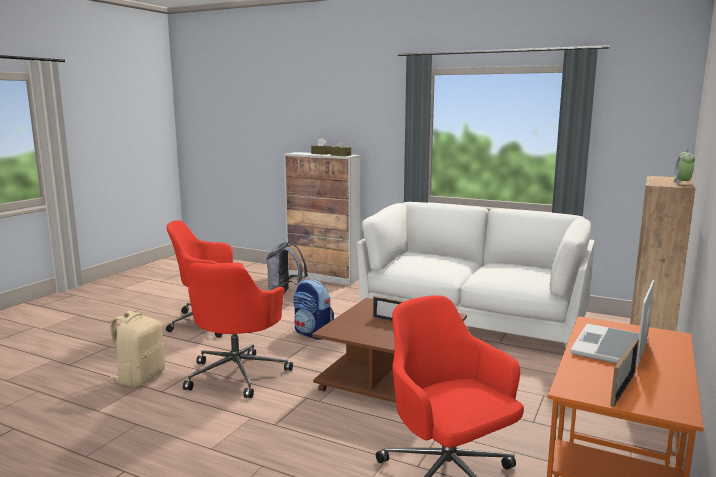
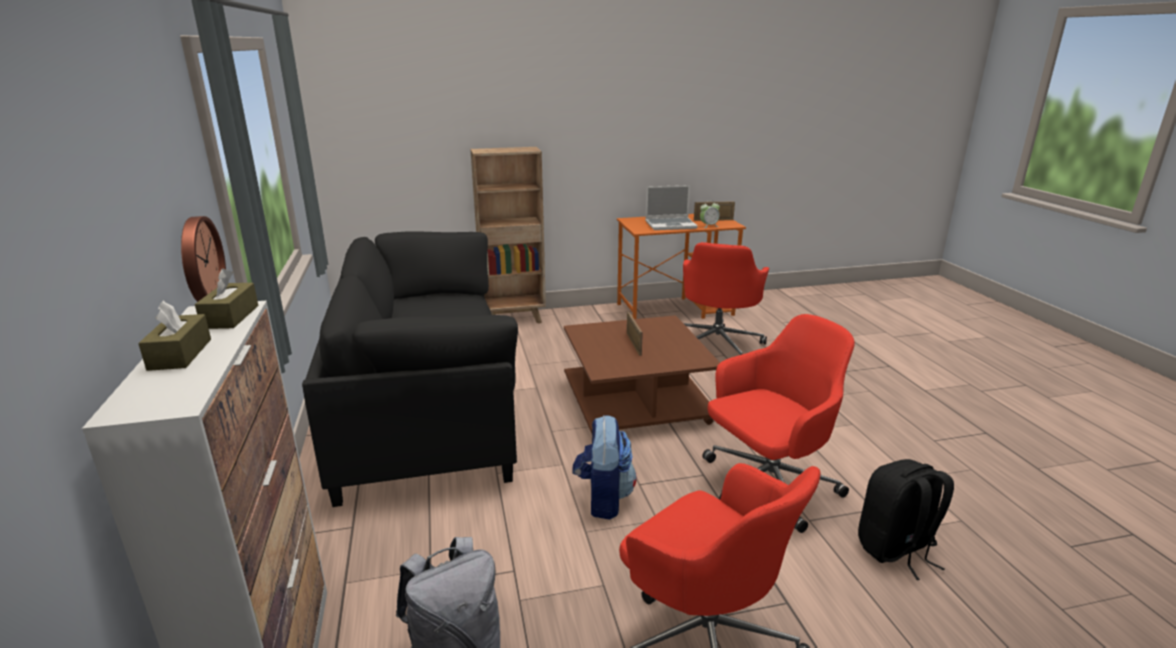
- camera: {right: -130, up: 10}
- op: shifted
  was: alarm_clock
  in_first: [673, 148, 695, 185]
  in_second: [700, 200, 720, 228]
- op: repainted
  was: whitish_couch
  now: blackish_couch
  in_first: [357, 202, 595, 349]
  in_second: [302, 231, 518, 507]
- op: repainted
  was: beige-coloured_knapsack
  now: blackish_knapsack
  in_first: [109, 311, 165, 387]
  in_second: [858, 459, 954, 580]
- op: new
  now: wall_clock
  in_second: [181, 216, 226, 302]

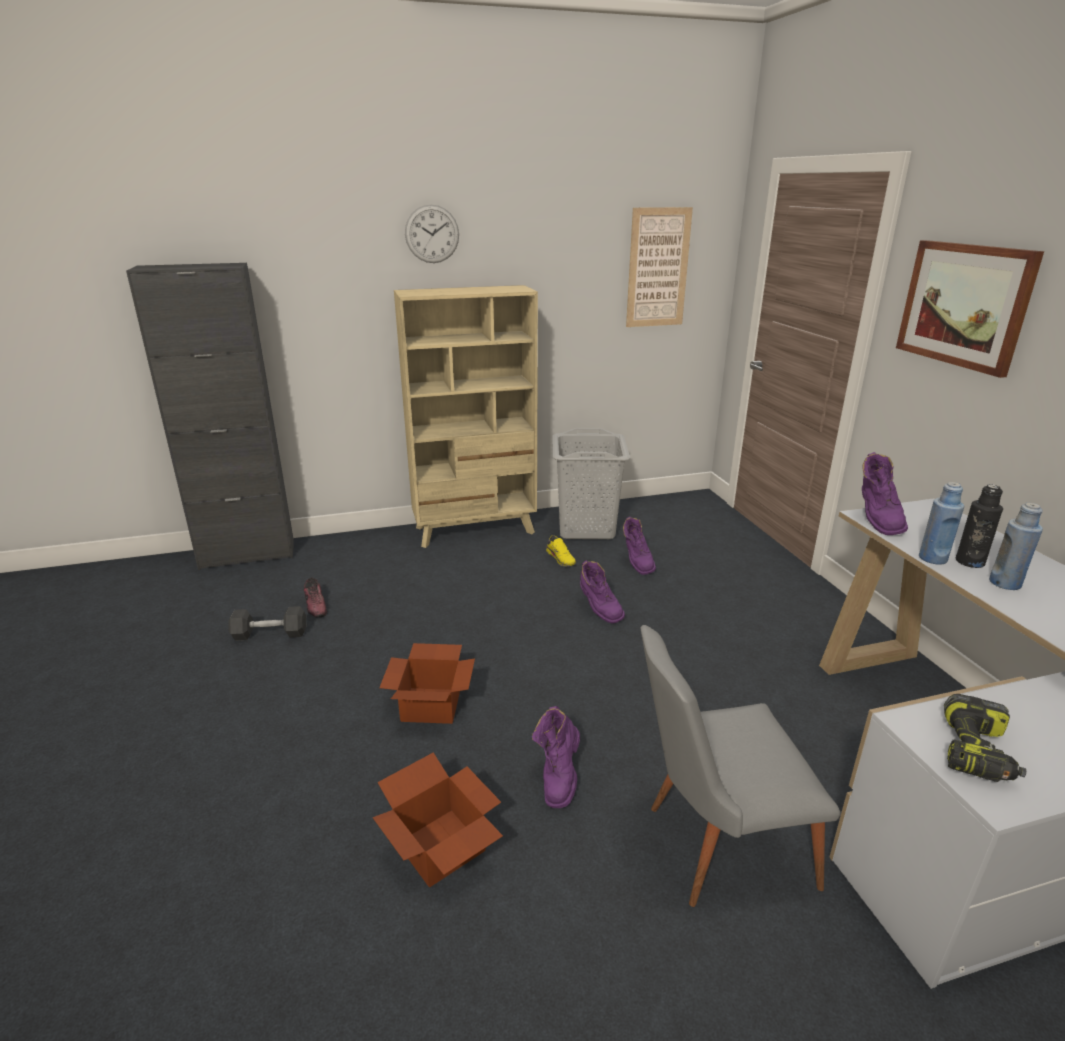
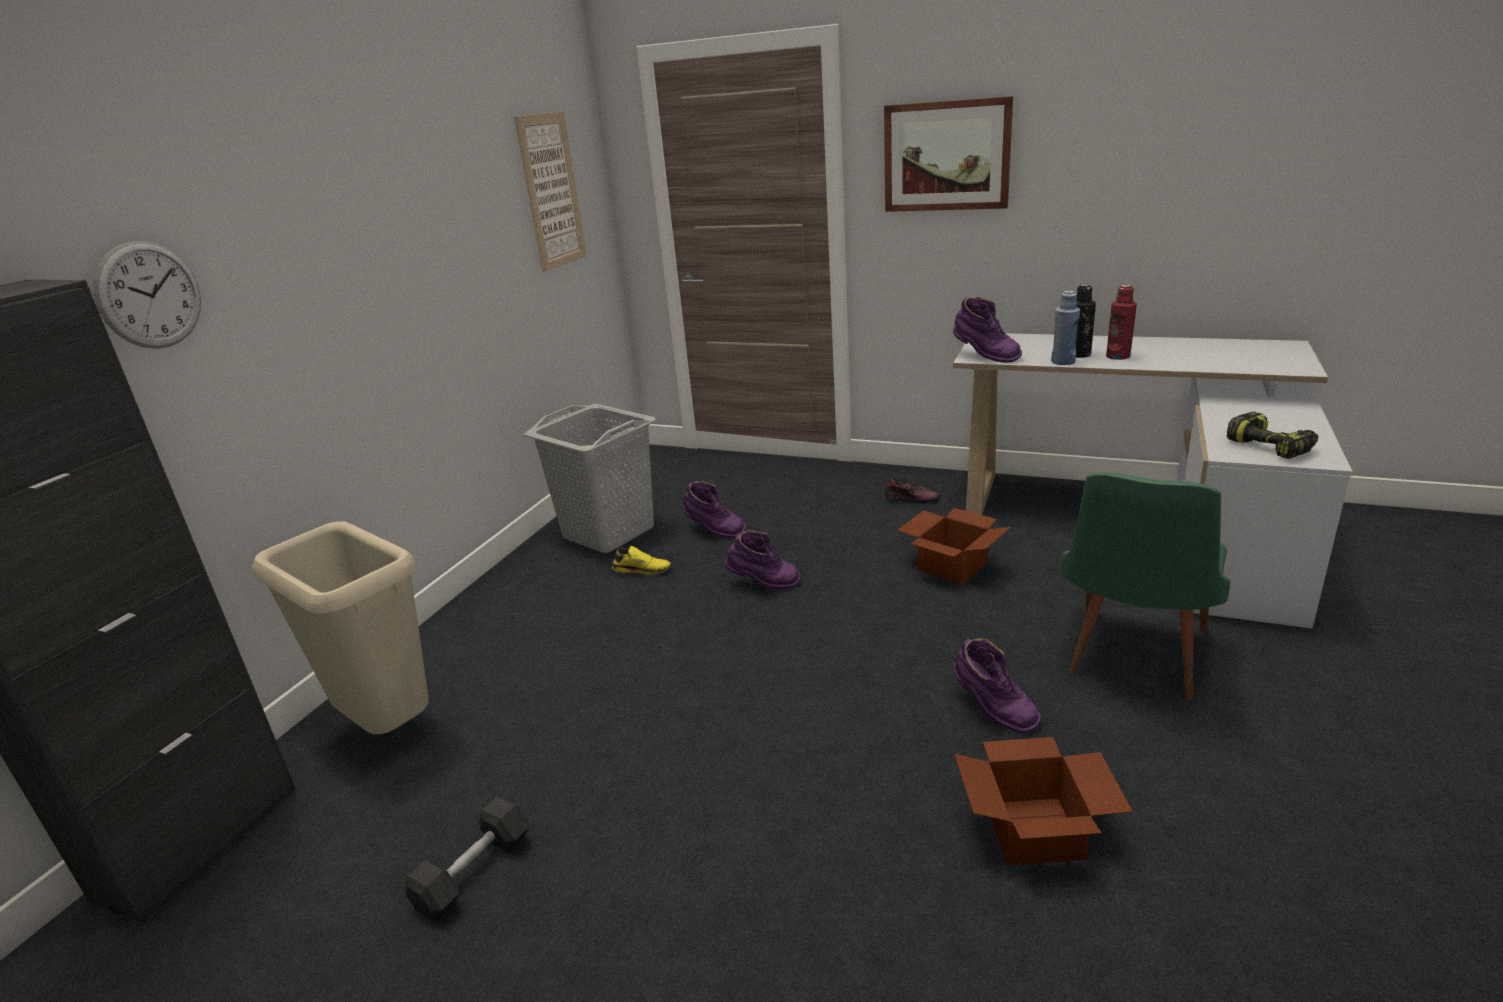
- camera: {right: -50, up: 0}
- op: shifted
  was: wall_clock
  in_first: [405, 204, 459, 263]
  in_second: [94, 241, 201, 349]
- op: gone
  was: beige-coloured_shelving_unit
  in_first: [394, 285, 538, 548]
- op: repainted
  was: bluish_bottle
  now: red_bottle
  in_first: [989, 503, 1043, 590]
  in_second: [1106, 285, 1137, 360]
- op: shifted
  was: shoe
  in_first: [304, 577, 327, 618]
  in_second: [885, 477, 940, 504]
- op: repainted
  was: greyish_upright_chair
  now: greenish_upright_chair
  in_first: [641, 625, 840, 907]
  in_second: [1061, 472, 1230, 701]
- op: shifted
  was: packing_box
  in_first: [379, 643, 475, 724]
  in_second: [898, 508, 1011, 585]
- op: new
  now: beige-coloured_waste_bin
  in_second: [252, 521, 429, 734]

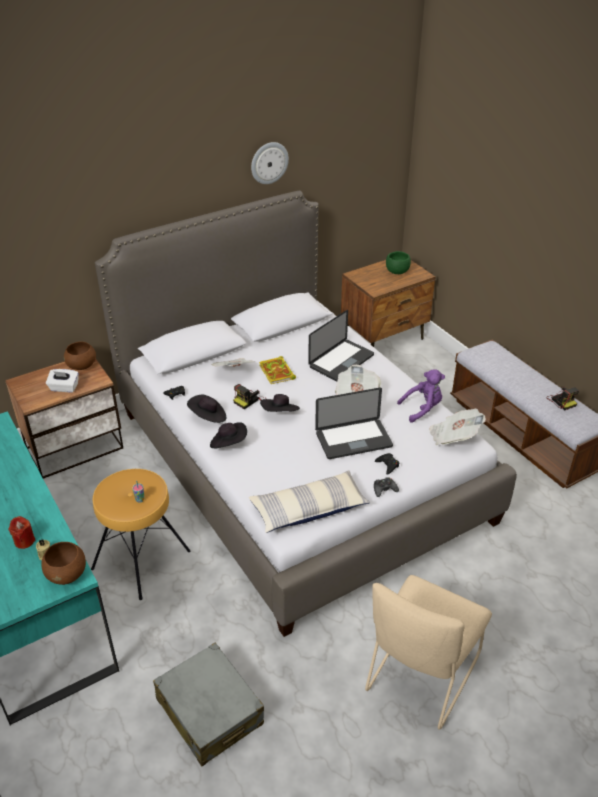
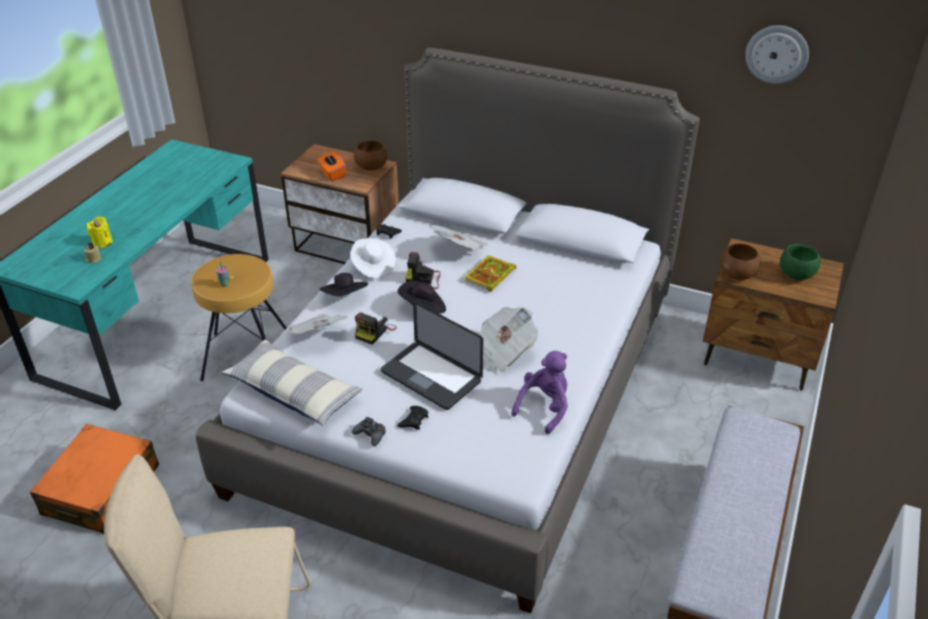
- camera: {right: 55, up: 0}
- op: shifted
  was: wall_clock
  in_first: [251, 142, 289, 184]
  in_second: [746, 25, 809, 84]
- op: gone
  was: notebook_computer
  in_first: [308, 310, 374, 381]
- op: repainted
  was: whitish_tissue_holder
  now: orange_tissue_holder
  in_first: [46, 369, 79, 392]
  in_second: [317, 151, 346, 181]
- op: rotated
  was: purple_cuddly_toy
  in_first: [397, 369, 445, 423]
  in_second: [511, 351, 568, 434]
  clockwise: -90
- op: shifted
  was: still_camera
  in_first: [546, 387, 579, 410]
  in_second: [355, 312, 397, 345]
- op: repainted
  was: blackish_clothing_hat
  now: whitish_clothing_hat
  in_first: [187, 395, 226, 423]
  in_second: [350, 238, 396, 279]
- op: shifted
  was: printed_paper
  in_first: [429, 409, 486, 445]
  in_second: [288, 314, 347, 334]
- op: repainted
  was: red_wax_candle
  now: yellowish_wax_candle
  in_first: [8, 516, 36, 549]
  in_second: [87, 216, 112, 248]
- op: shifted
  was: brown_serving_bowl
  in_first: [41, 542, 86, 585]
  in_second: [720, 243, 761, 280]
- op: repainted
  was: greyish_travel_case
  now: orange_travel_case
  in_first: [153, 642, 264, 766]
  in_second: [30, 424, 159, 534]

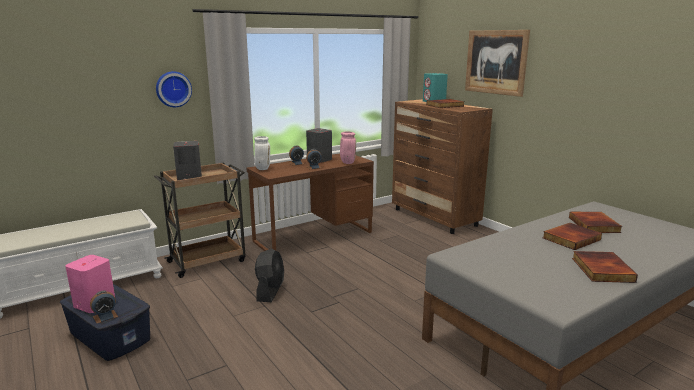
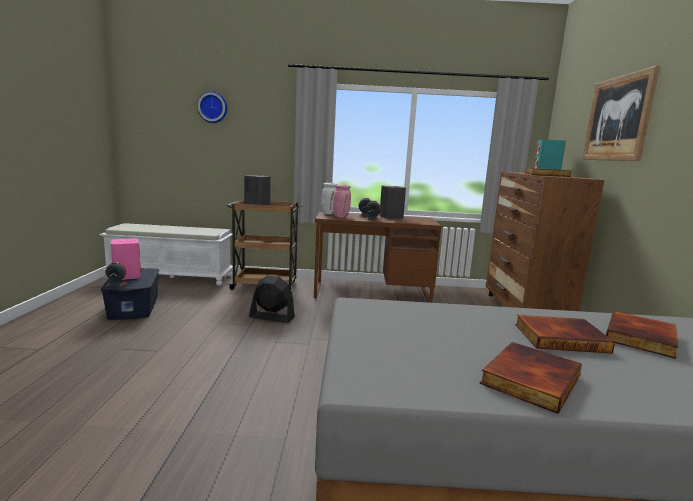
- camera: {right: 35, up: -5}
- op: shifted
  was: wall_clock
  in_first: [156, 71, 192, 107]
  in_second: [197, 91, 227, 123]
- op: shifted
  was: pink_flower_vase
  in_first: [340, 131, 356, 164]
  in_second: [333, 185, 351, 218]
- op: rotated
  was: blackish_fan
  in_first: [255, 249, 284, 302]
  in_second: [249, 275, 295, 323]
  clockwise: -120

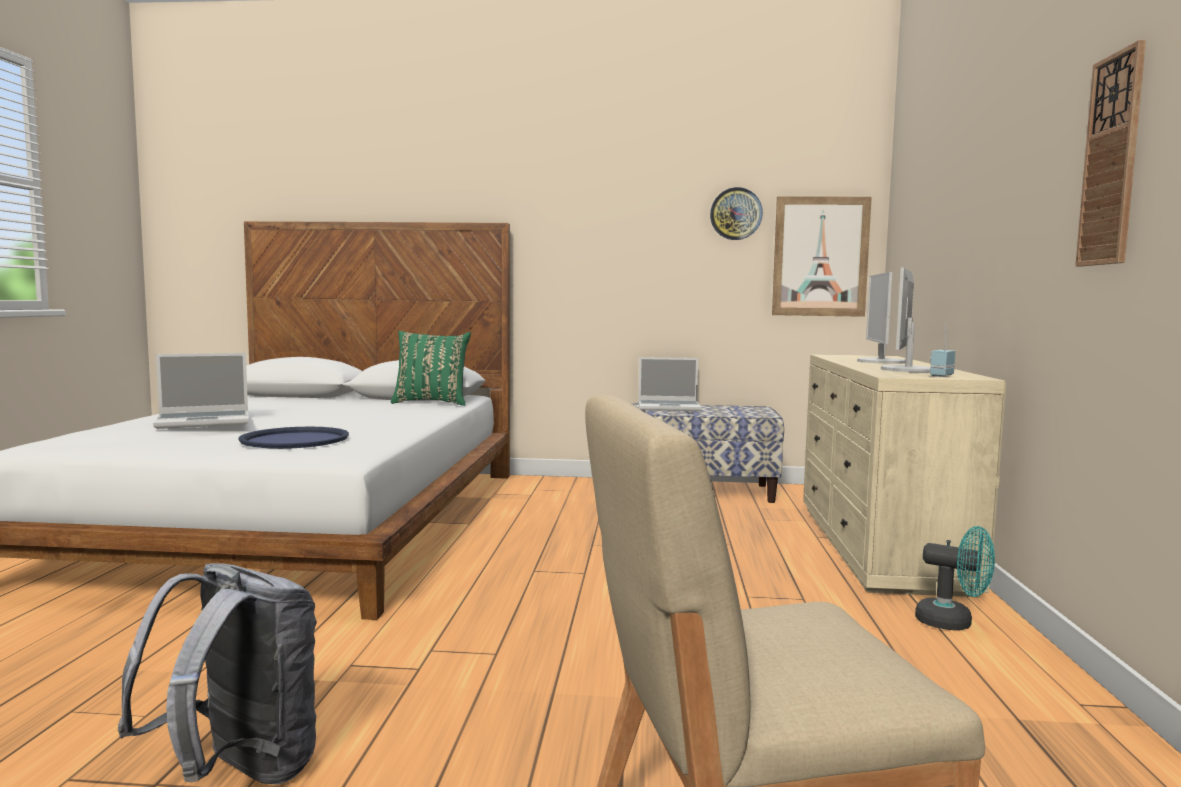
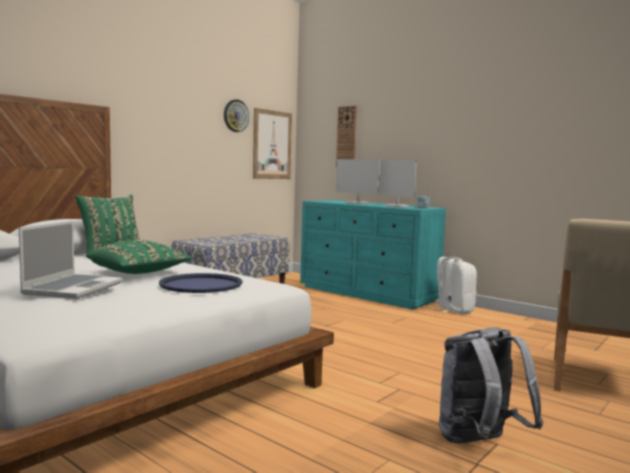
- camera: {right: -55, up: 0}
- op: shifted
  was: wall_clock
  in_first: [1075, 40, 1146, 266]
  in_second: [336, 105, 357, 167]
- op: repainted
  was: beige-coloured_dresser
  now: blue-green_dresser
  in_first: [803, 354, 1006, 597]
  in_second: [300, 200, 446, 309]
- op: gone
  was: notebook_computer
  in_first: [638, 357, 702, 411]
- op: swapped
  was: blue-green_fan
  now: whitish_knapsack
  in_first: [915, 526, 995, 631]
  in_second: [436, 257, 477, 314]
- op: new
  now: greenish_pillow
  in_second: [86, 240, 192, 274]

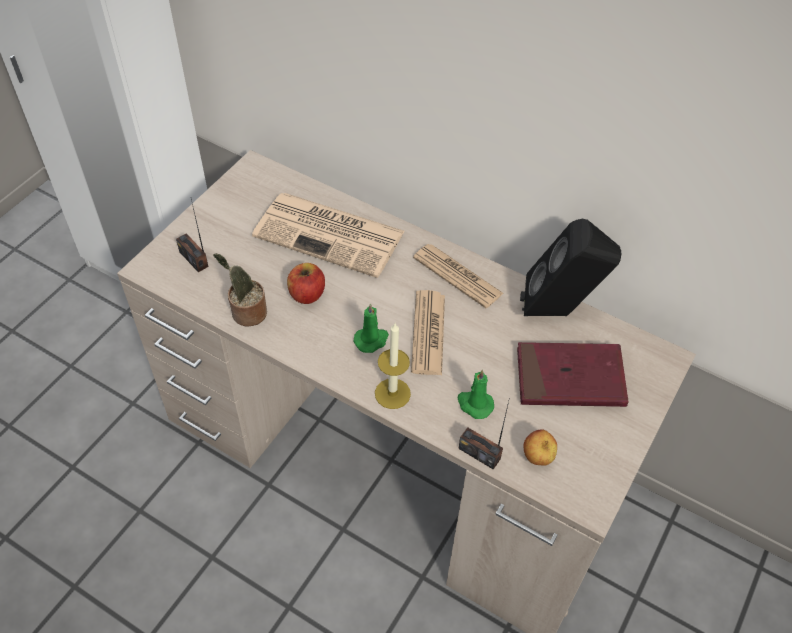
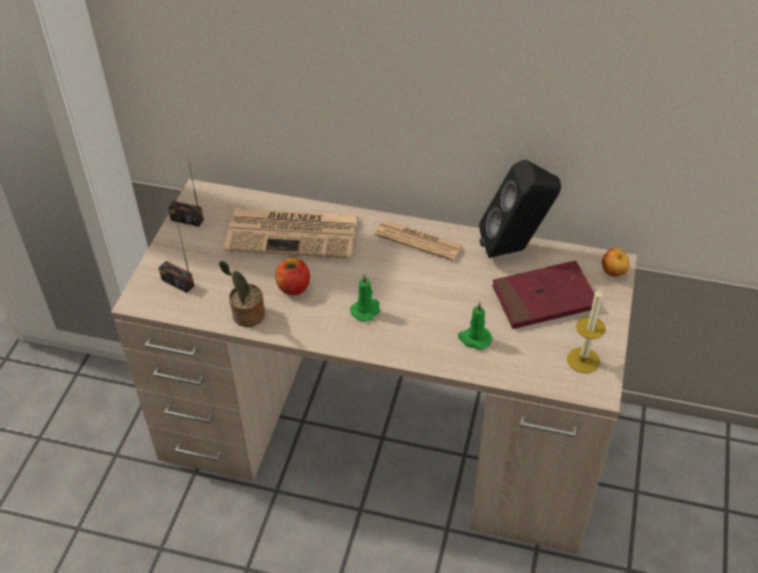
- camera: {right: -15, up: -5}
- op: gone
  was: printed_paper
  in_first: [411, 290, 445, 375]
- op: shifted
  was: wax_candle
  in_first: [375, 323, 411, 409]
  in_second: [567, 289, 606, 373]
- op: shifted
  was: radio_set
  in_first: [458, 397, 510, 469]
  in_second: [168, 154, 204, 227]
- op: shifted
  was: apple_fruit
  in_first: [524, 429, 557, 466]
  in_second: [602, 248, 630, 277]

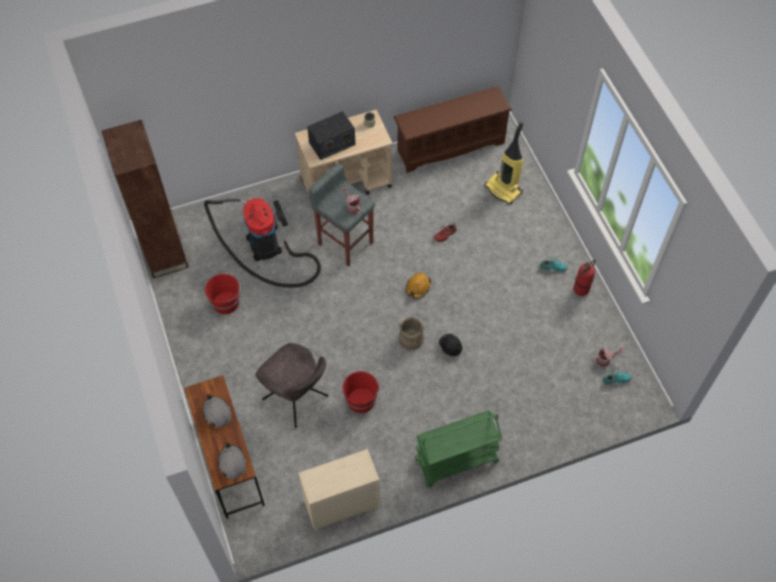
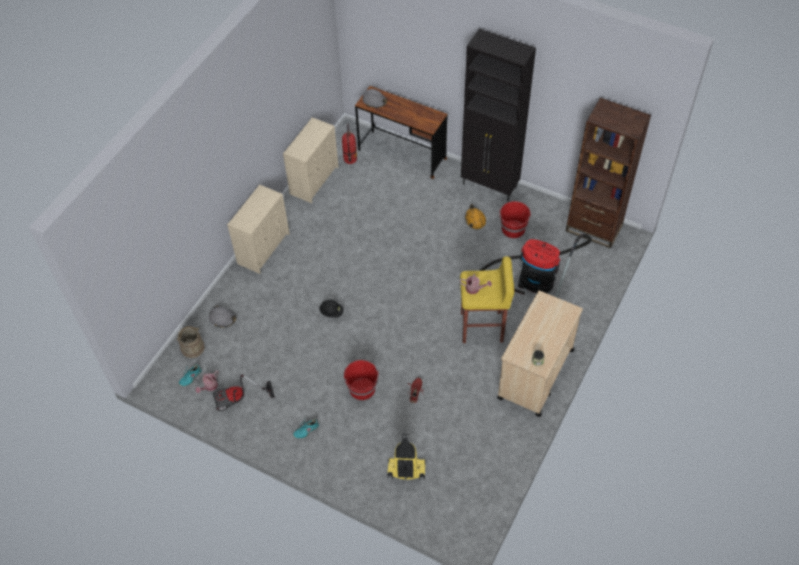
- camera: {right: 140, up: -5}
- op: gone
  was: brown_shoe_stand
  in_first: [394, 86, 512, 173]
- op: gone
  was: radio_set
  in_first: [307, 111, 355, 160]
- op: repainted
  was: greyish_stool
  now: yellowish_stool
  in_first: [308, 163, 375, 267]
  in_second: [460, 257, 514, 343]
- op: shifted
  was: extinguisher
  in_first: [573, 259, 595, 296]
  in_second: [342, 124, 357, 164]
- op: shifted
  was: orange_safety_helmet
  in_first: [406, 273, 431, 299]
  in_second: [465, 204, 486, 230]
- op: shifted
  was: beige-coloured_pail
  in_first: [398, 317, 425, 350]
  in_second: [177, 326, 205, 358]
- op: gone
  was: greyish_upright_chair
  in_first: [255, 343, 328, 428]
- op: shifted
  was: red_pail
  in_first: [342, 370, 380, 413]
  in_second: [344, 360, 379, 400]
- op: shifted
  was: greyish_safety_helmet
  in_first: [203, 394, 231, 428]
  in_second: [209, 306, 236, 327]
- op: swapped
  was: greenish_wheeled_cart
  now: beige-coloured_dresser
  in_first: [415, 410, 502, 487]
  in_second: [227, 184, 290, 274]
- op: new
  now: blackish_cabinet
  in_second: [461, 29, 536, 202]
- op: new
  now: vacuum
  in_second: [213, 375, 275, 411]

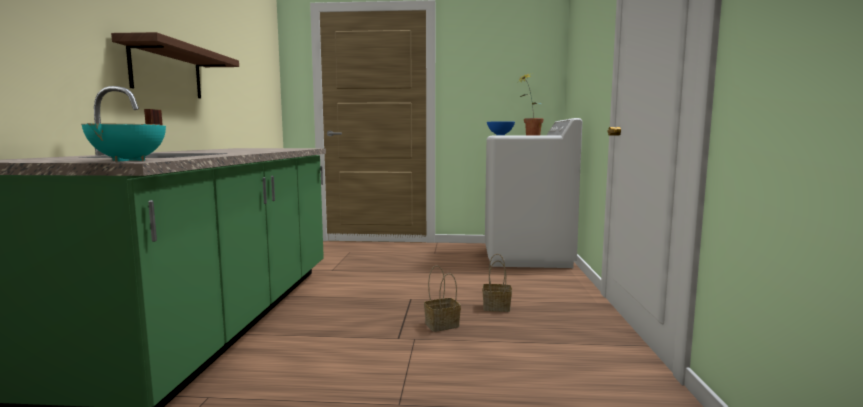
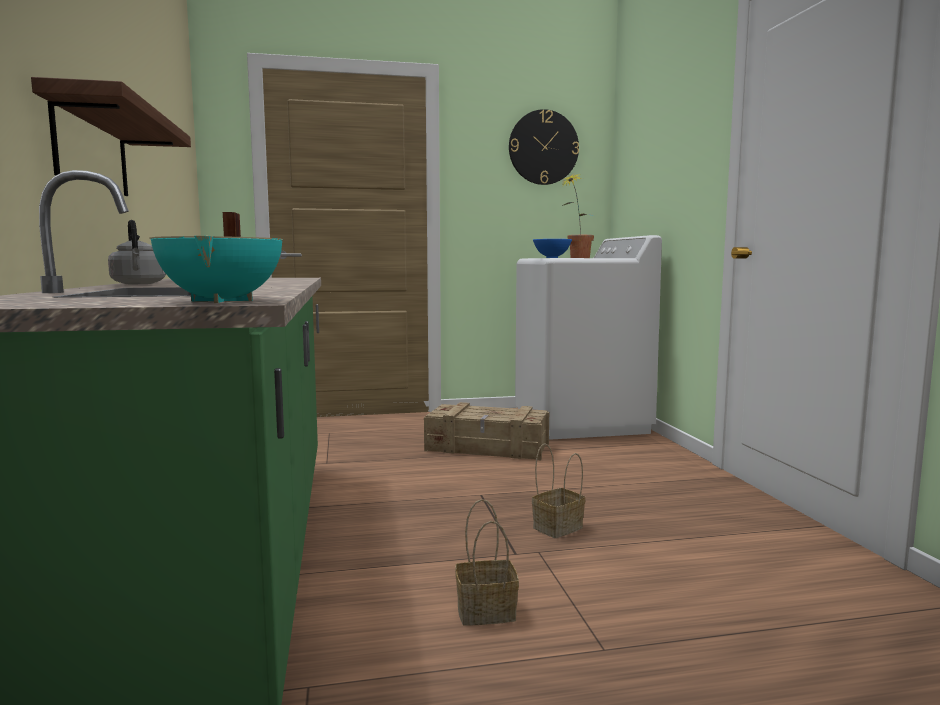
- camera: {right: -15, up: 0}
- op: shifted
  was: basket
  in_first: [482, 254, 512, 312]
  in_second: [455, 499, 519, 626]
- op: new
  now: wall_clock
  in_second: [509, 109, 579, 185]
- op: new
  now: greyish_tea_kettle
  in_second: [108, 220, 166, 284]
- op: new
  now: shipping_crate
  in_second: [424, 402, 549, 461]

